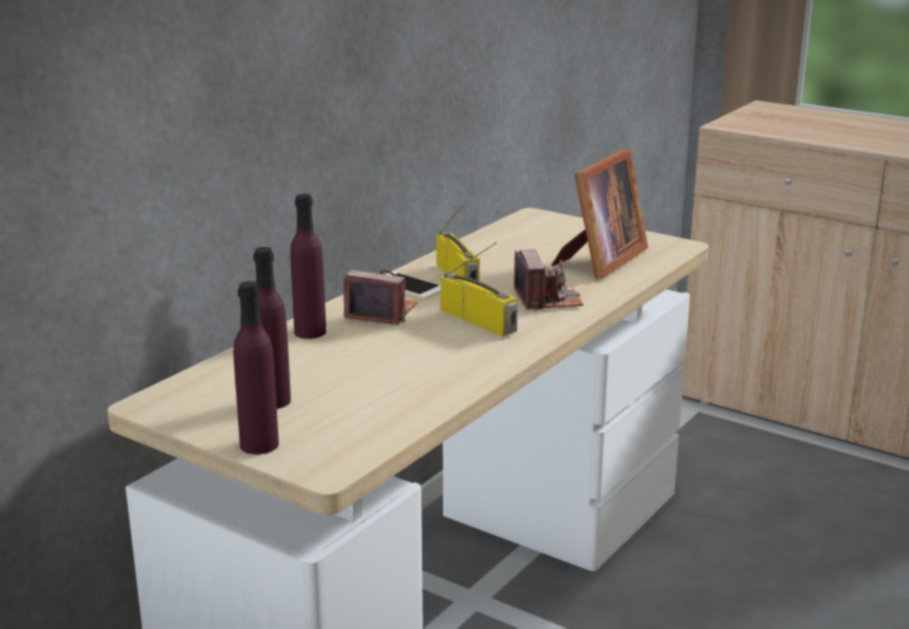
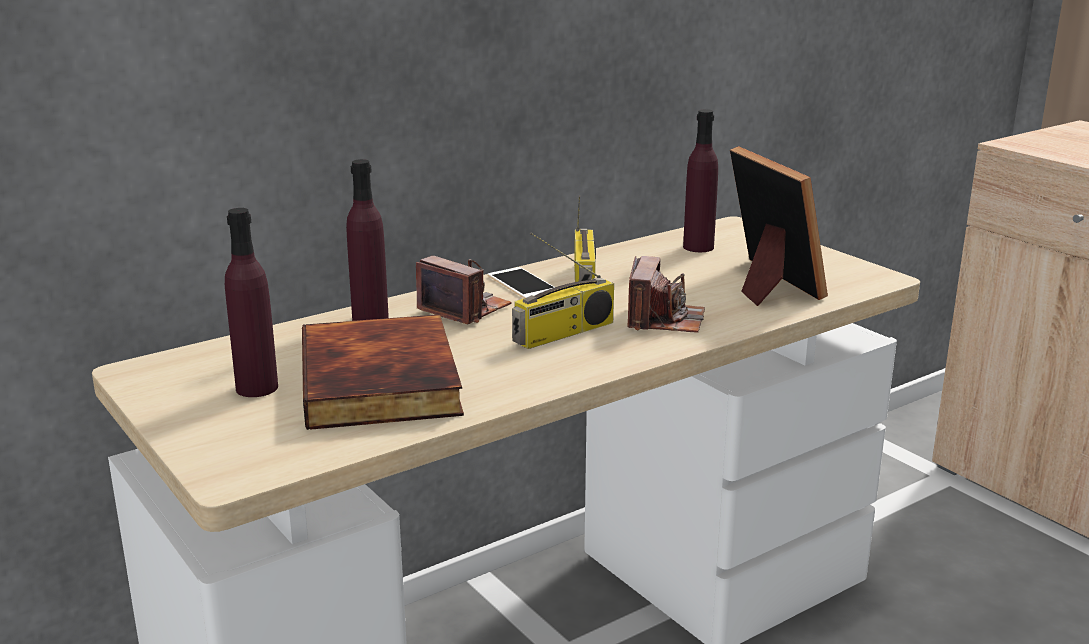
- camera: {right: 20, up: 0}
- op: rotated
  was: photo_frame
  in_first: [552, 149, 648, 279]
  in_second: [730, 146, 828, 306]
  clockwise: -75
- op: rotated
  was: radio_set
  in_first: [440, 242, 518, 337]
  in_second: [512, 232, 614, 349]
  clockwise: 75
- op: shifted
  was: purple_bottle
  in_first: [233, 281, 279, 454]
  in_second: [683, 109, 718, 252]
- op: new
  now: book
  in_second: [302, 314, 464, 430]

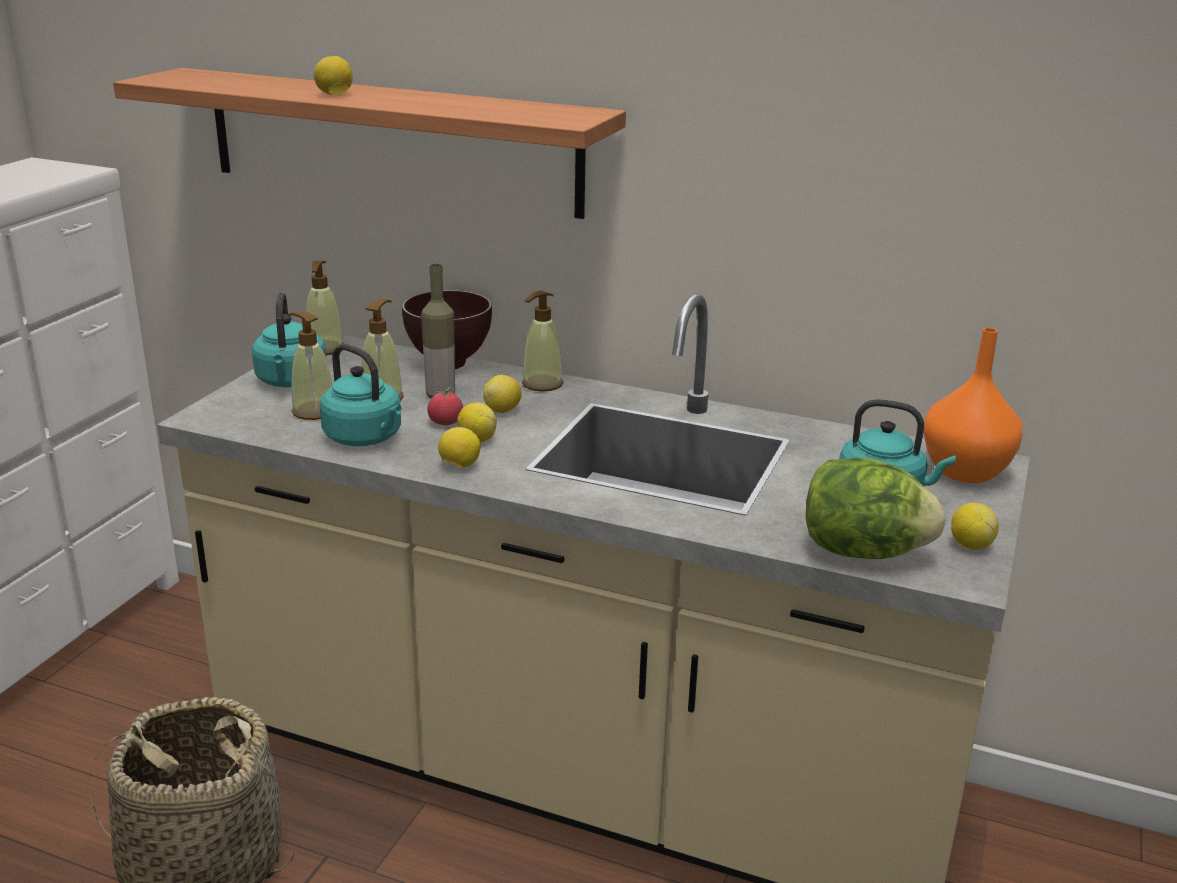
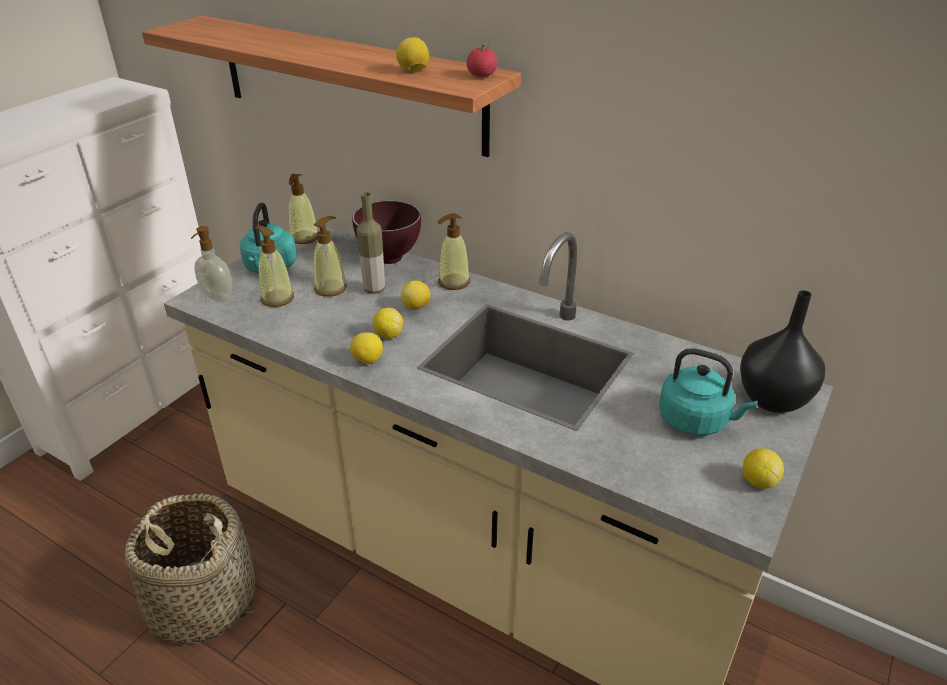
- camera: {right: 10, up: 10}
- op: shifted
  was: citrus_fruit
  in_first: [314, 56, 353, 95]
  in_second: [396, 37, 429, 72]
- op: repainted
  was: orange_flower_vase
  now: blackish_flower_vase
  in_first: [923, 328, 1023, 483]
  in_second: [740, 290, 825, 413]
- op: gone
  was: blue-green_tea_kettle
  in_first: [320, 344, 402, 446]
- op: shifted
  was: fresh_tomato
  in_first: [428, 387, 463, 425]
  in_second: [467, 43, 497, 77]
- op: gone
  was: lettuce
  in_first: [806, 458, 946, 559]
- op: new
  now: soap_bottle
  in_second: [191, 226, 233, 301]

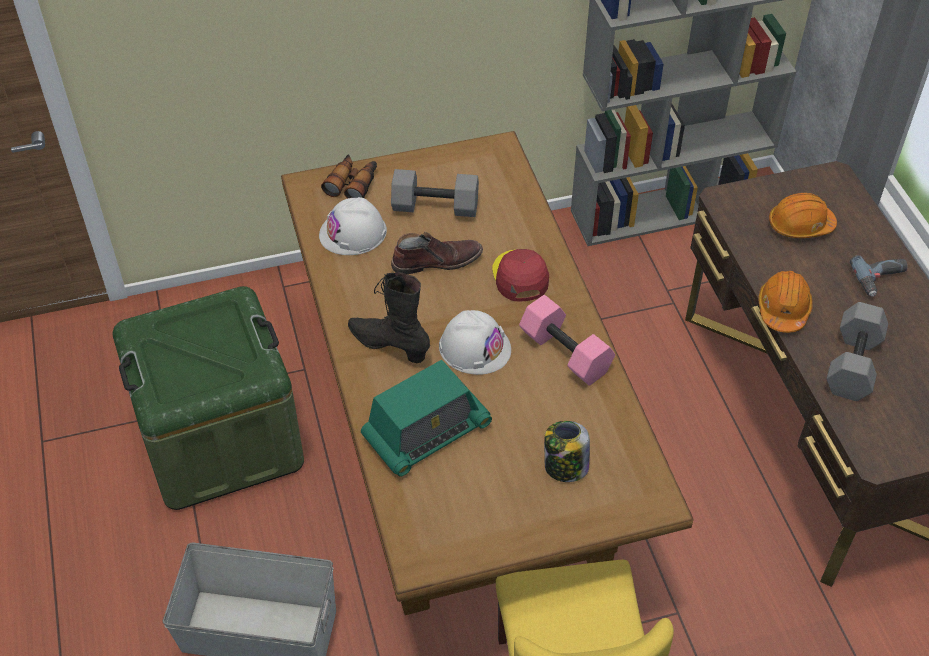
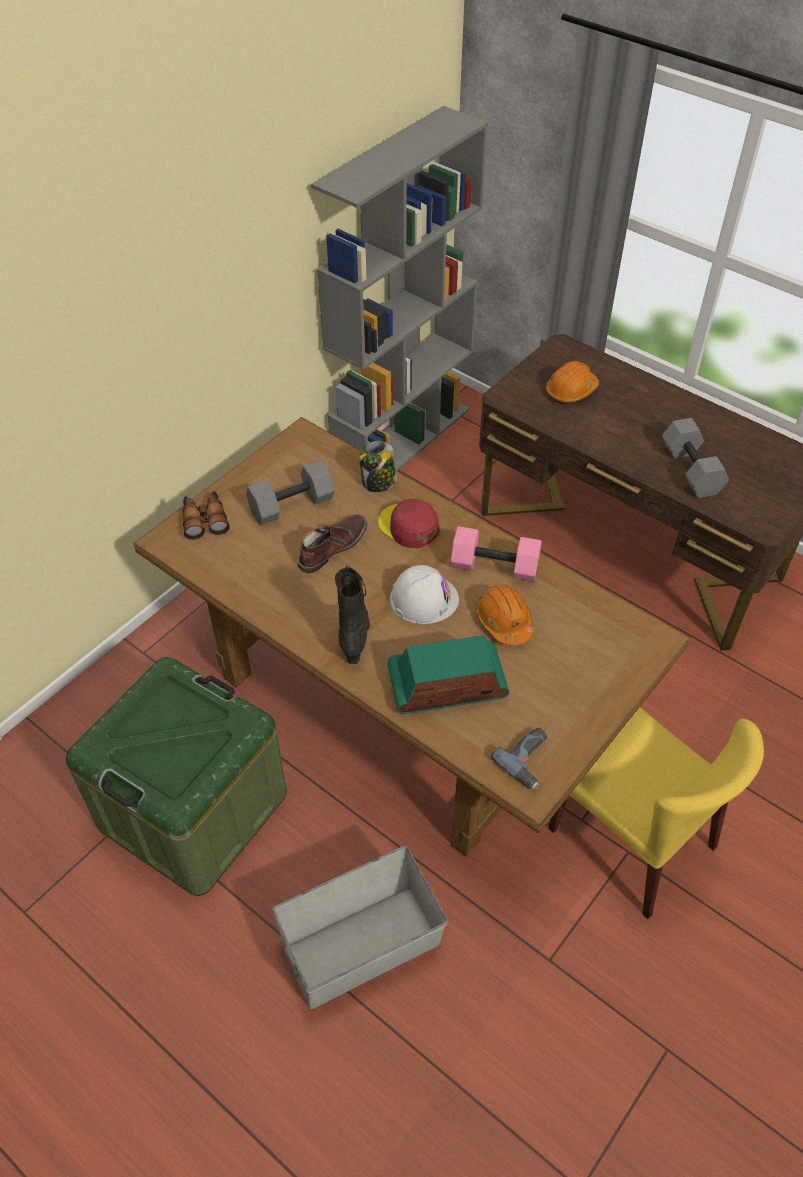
- camera: {right: -35, up: 0}
- op: gone
  was: whitish_safety_helmet
  in_first: [319, 197, 387, 255]
- op: shifted
  was: drill
  in_first: [850, 255, 908, 297]
  in_second: [491, 728, 547, 789]
- op: shifted
  was: orange_safety_helmet
  in_first: [758, 271, 813, 333]
  in_second: [476, 584, 534, 646]
- op: rotated
  was: blackish_boot
  in_first: [348, 272, 430, 363]
  in_second: [335, 566, 370, 664]
  clockwise: 90
- op: rotated
  was: radio_set
  in_first: [361, 360, 492, 477]
  in_second: [387, 635, 509, 714]
  clockwise: -120
- op: shifted
  was: preserve_jar
  in_first: [544, 421, 590, 482]
  in_second: [359, 441, 397, 492]

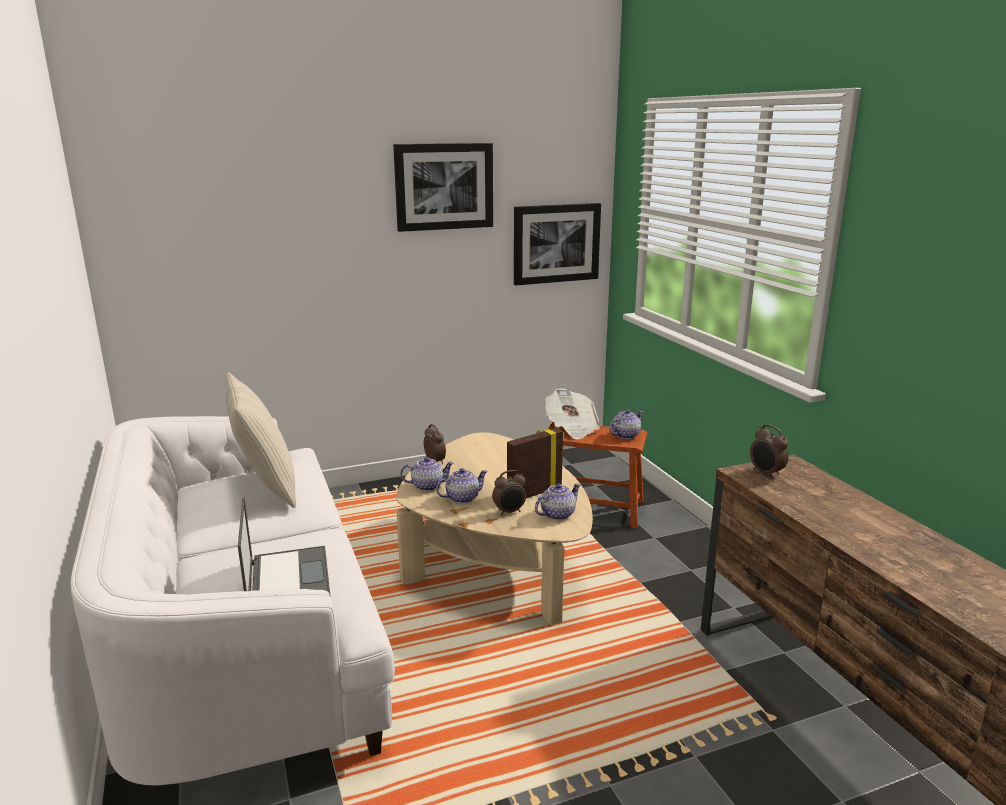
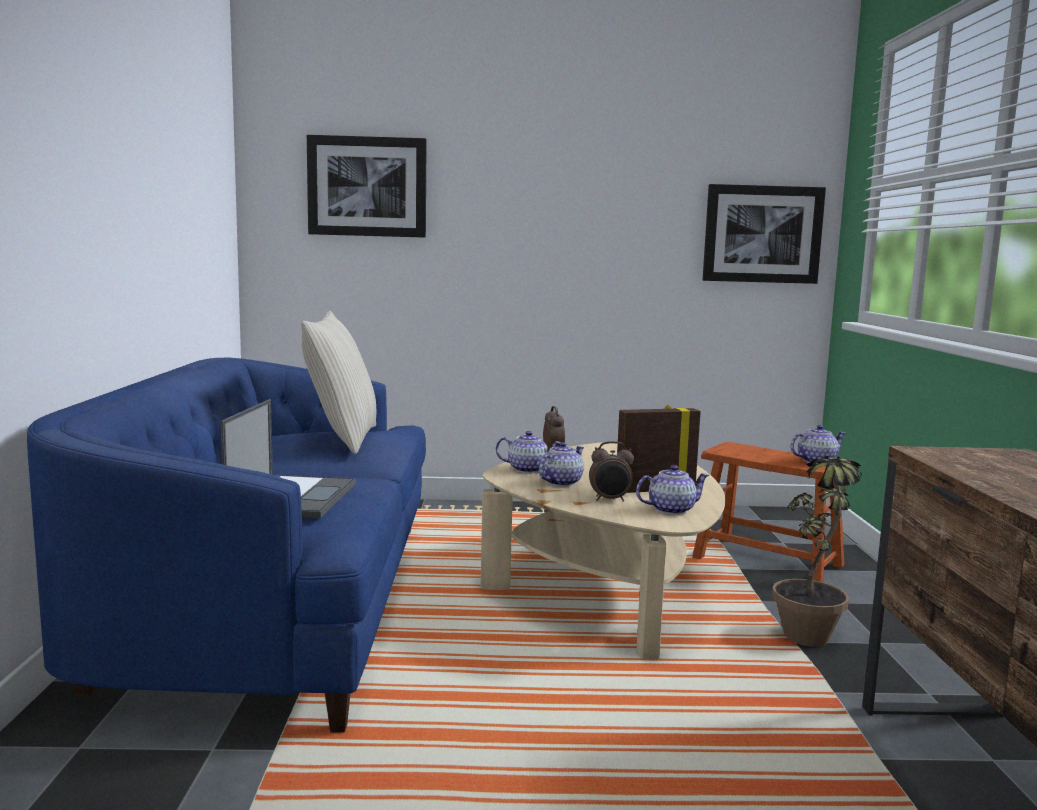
- camera: {right: 20, up: -10}
- op: shifted
  was: wall_art
  in_first: [393, 143, 493, 232]
  in_second: [307, 135, 427, 238]
- op: gone
  was: printed_paper
  in_first: [545, 388, 600, 439]
- op: repainted
  was: whitish_couch
  now: bluish_couch
  in_first: [71, 416, 395, 785]
  in_second: [27, 358, 426, 733]
- op: gone
  was: alarm_clock
  in_first: [750, 424, 788, 479]
- op: rotated
  was: teapot
  in_first: [436, 468, 488, 503]
  in_second: [539, 442, 584, 486]
  clockwise: -45
- op: new
  now: plant_in_a_pot
  in_second: [772, 453, 862, 647]

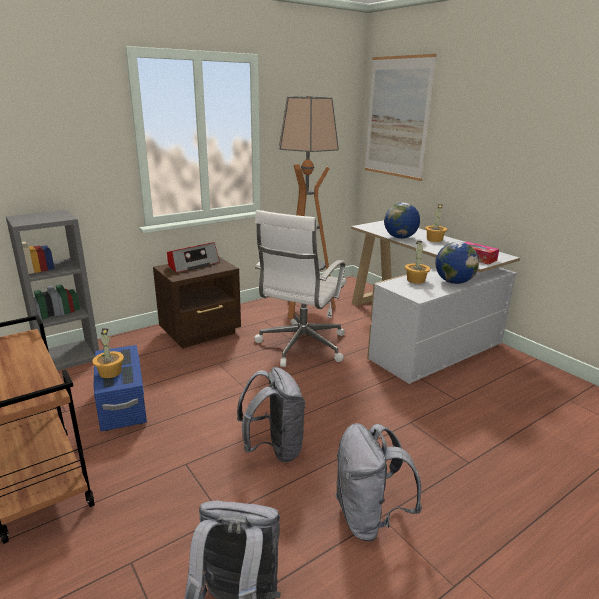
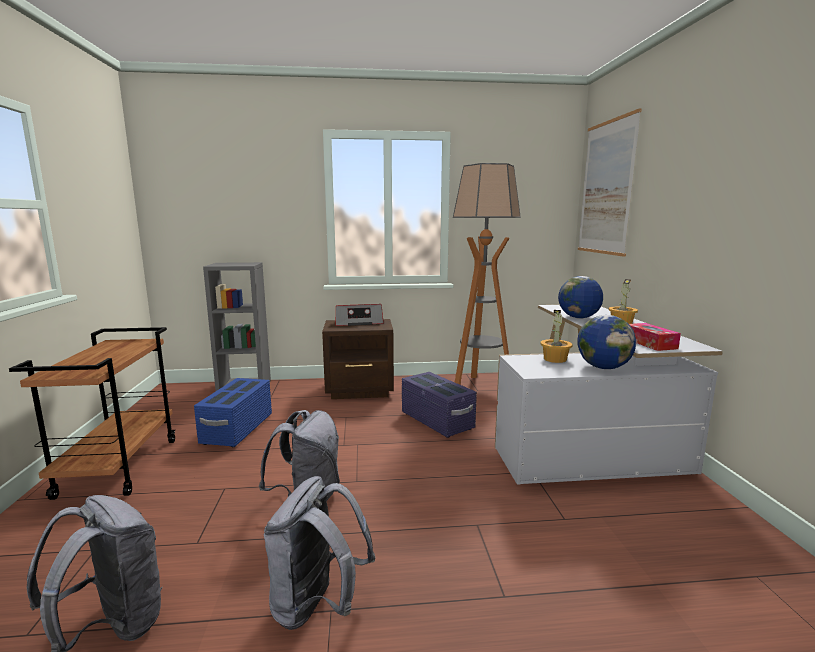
- camera: {right: 30, up: -10}
- op: swapped
  was: whitish_desk_chair
  now: purple_storage_container
  in_first: [254, 210, 347, 367]
  in_second: [402, 372, 477, 438]
- op: gone
  was: plant_in_a_pot
  in_first: [92, 328, 124, 378]

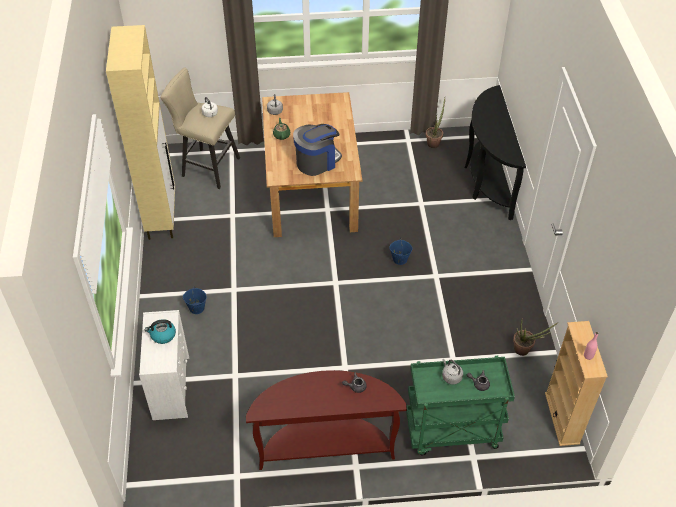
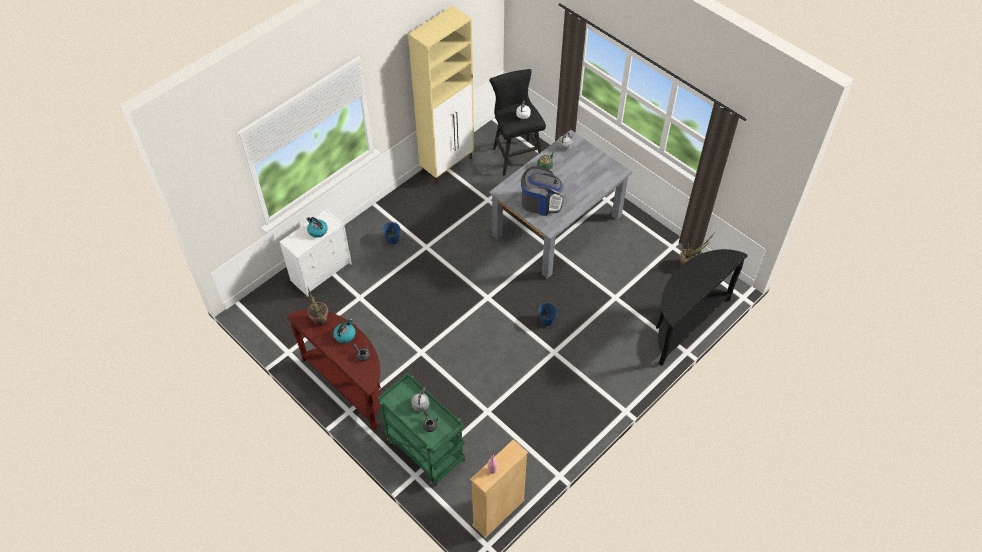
- camera: {right: 50, up: 5}
- op: repainted
  was: beige-coloured_stool
  now: blackish_stool
  in_first: [160, 68, 240, 189]
  in_second: [489, 69, 546, 176]
- op: repainted
  was: brown_kitchen_table
  now: greyish_kitchen_table
  in_first: [262, 92, 362, 237]
  in_second: [489, 130, 632, 278]
- op: shifted
  was: plant_in_a_pot
  in_first: [513, 320, 558, 356]
  in_second: [308, 288, 328, 326]
- op: new
  now: tea_kettle
  in_second: [333, 318, 356, 343]

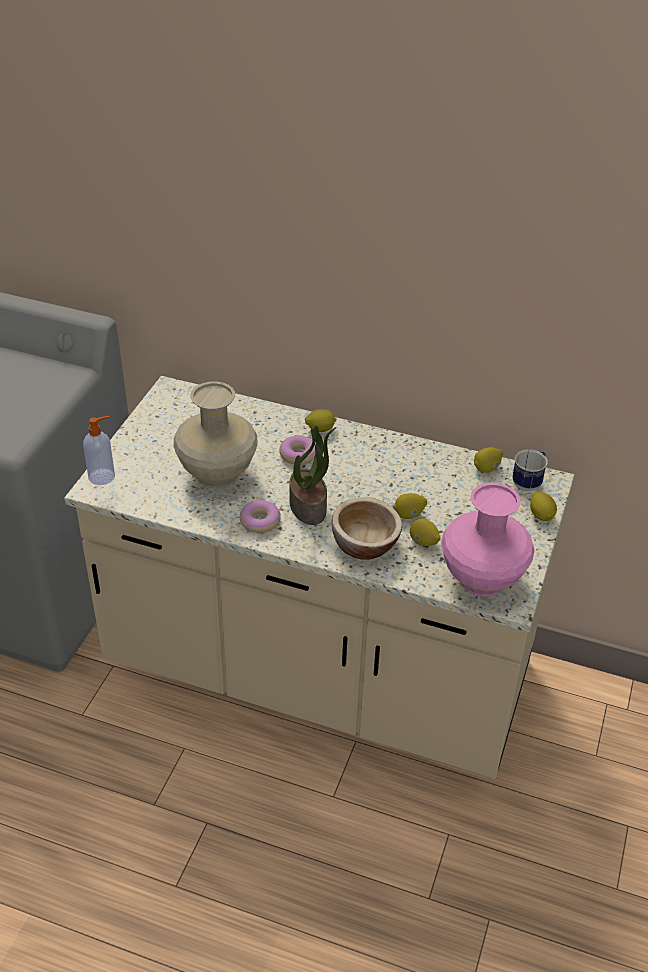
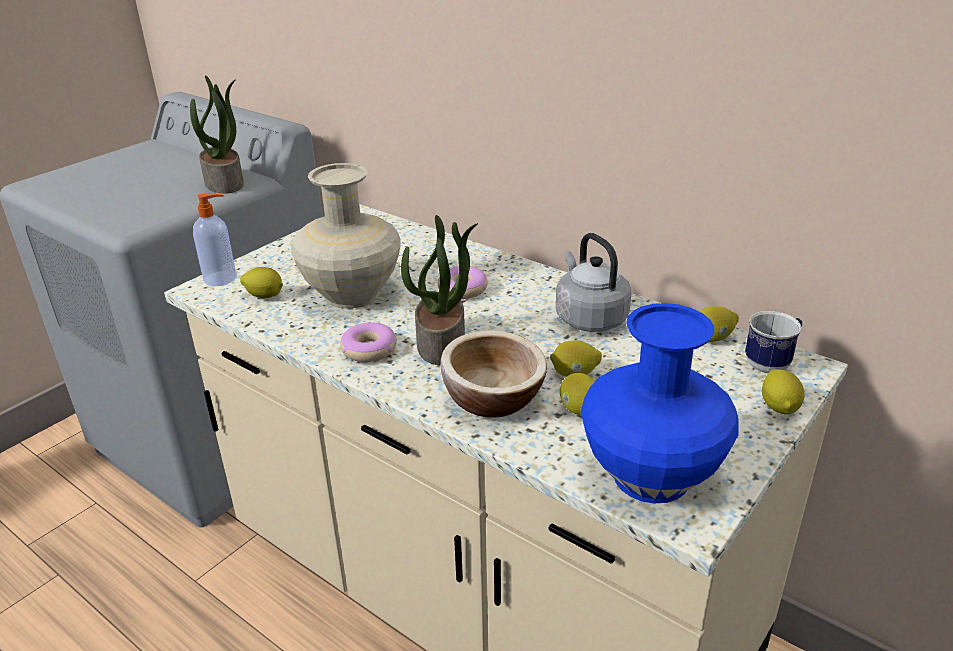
- camera: {right: 20, up: -10}
- op: shifted
  was: citrus_fruit
  in_first: [305, 409, 336, 432]
  in_second: [240, 267, 283, 298]
- op: repainted
  was: pink_flower_vase
  now: bluish_flower_vase
  in_first: [441, 482, 534, 597]
  in_second: [581, 303, 739, 503]
- op: new
  now: plant_in_a_pot
  in_second: [190, 75, 244, 194]
- op: new
  now: greyish_tea_kettle
  in_second: [556, 233, 632, 332]

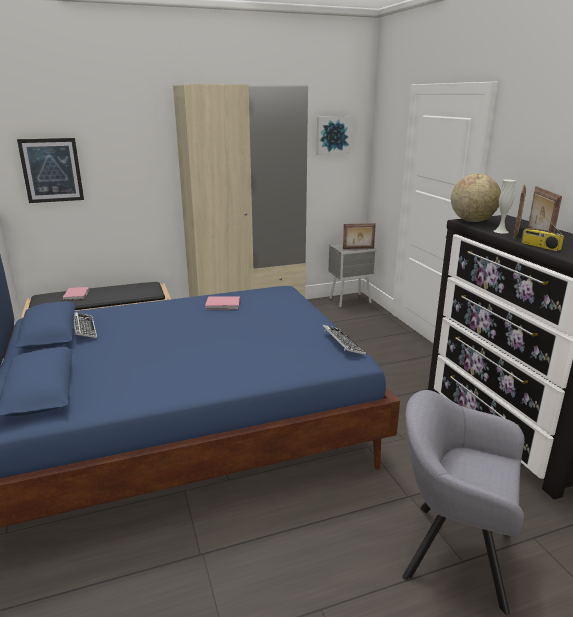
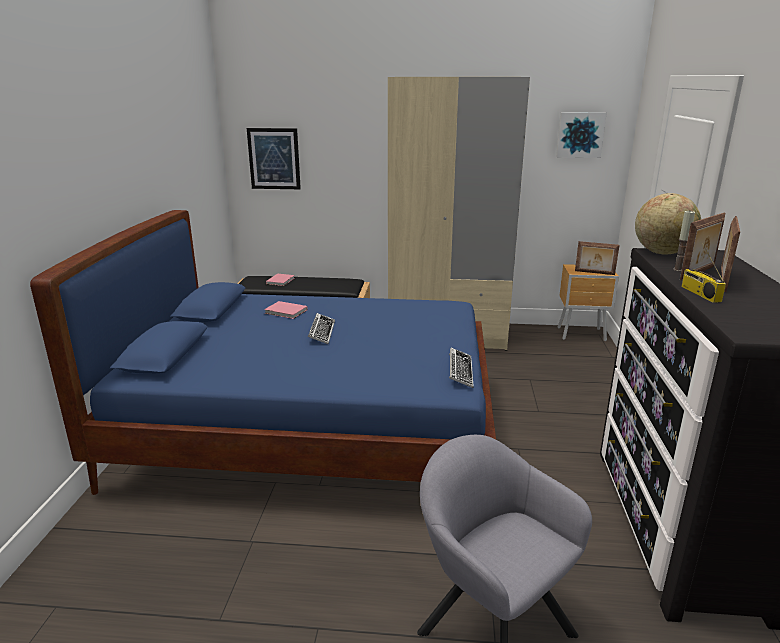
- camera: {right: 25, up: 0}
- op: swapped
  was: whitish_flower_vase
  now: wax_candle
  in_first: [494, 180, 516, 234]
  in_second: [673, 211, 695, 271]
- op: repainted
  was: greyish_bedside_table
  now: brown_bedside_table
  in_first: [328, 244, 377, 307]
  in_second: [558, 264, 619, 341]
- op: shifted
  was: pink_book
  in_first: [205, 296, 240, 309]
  in_second: [264, 301, 308, 319]
- op: shifted
  was: keyboard
  in_first: [74, 312, 97, 338]
  in_second: [308, 313, 335, 344]

